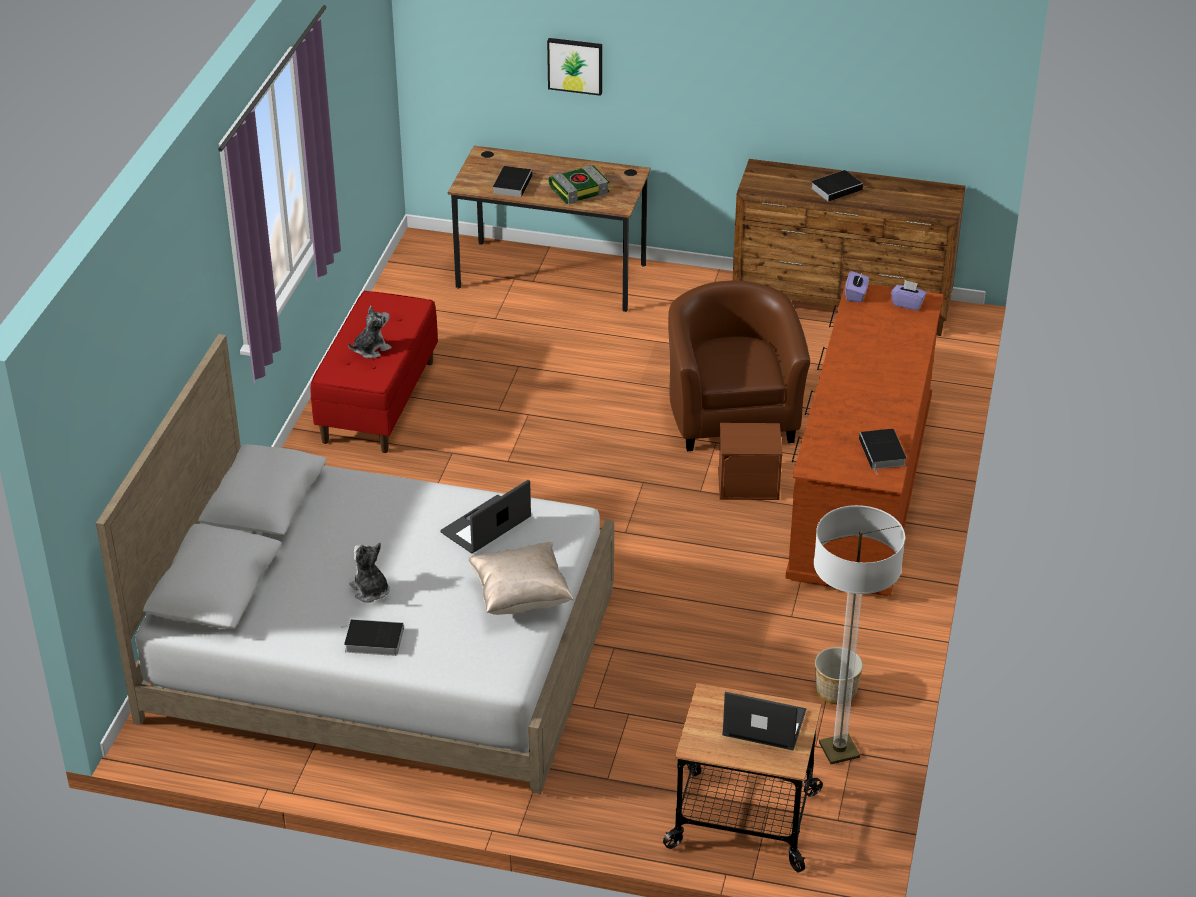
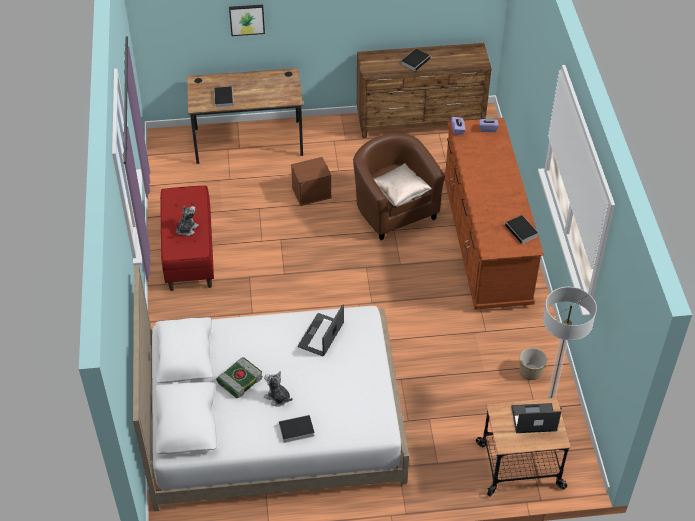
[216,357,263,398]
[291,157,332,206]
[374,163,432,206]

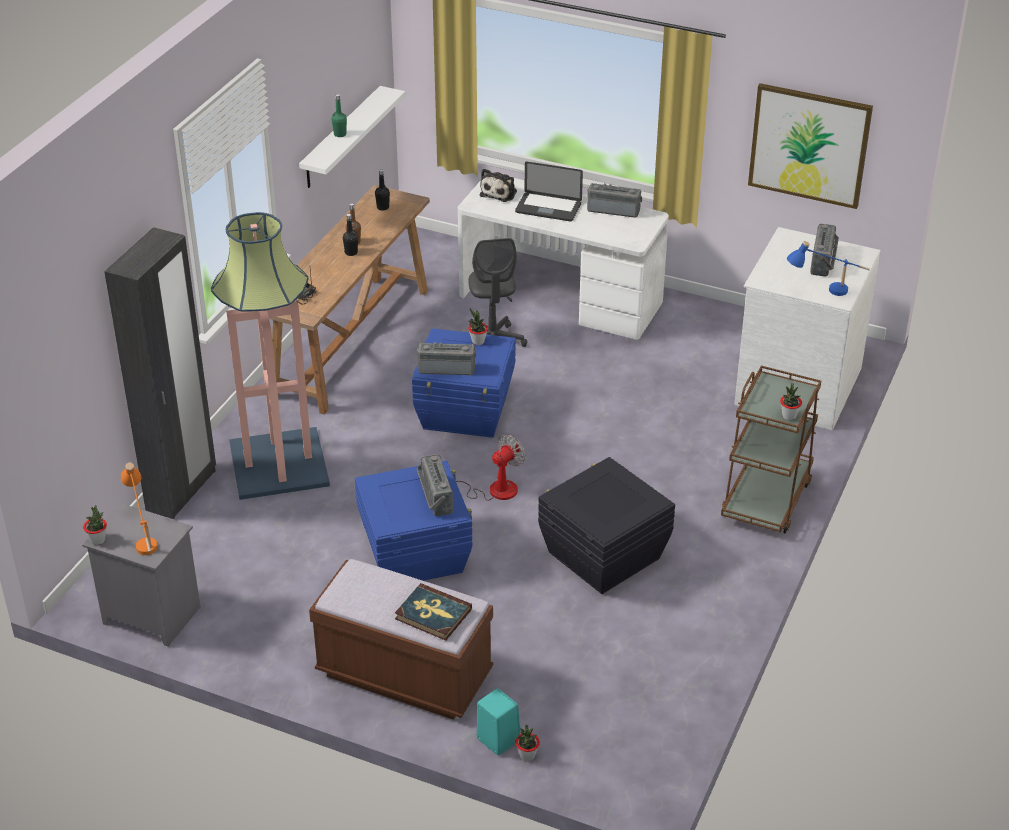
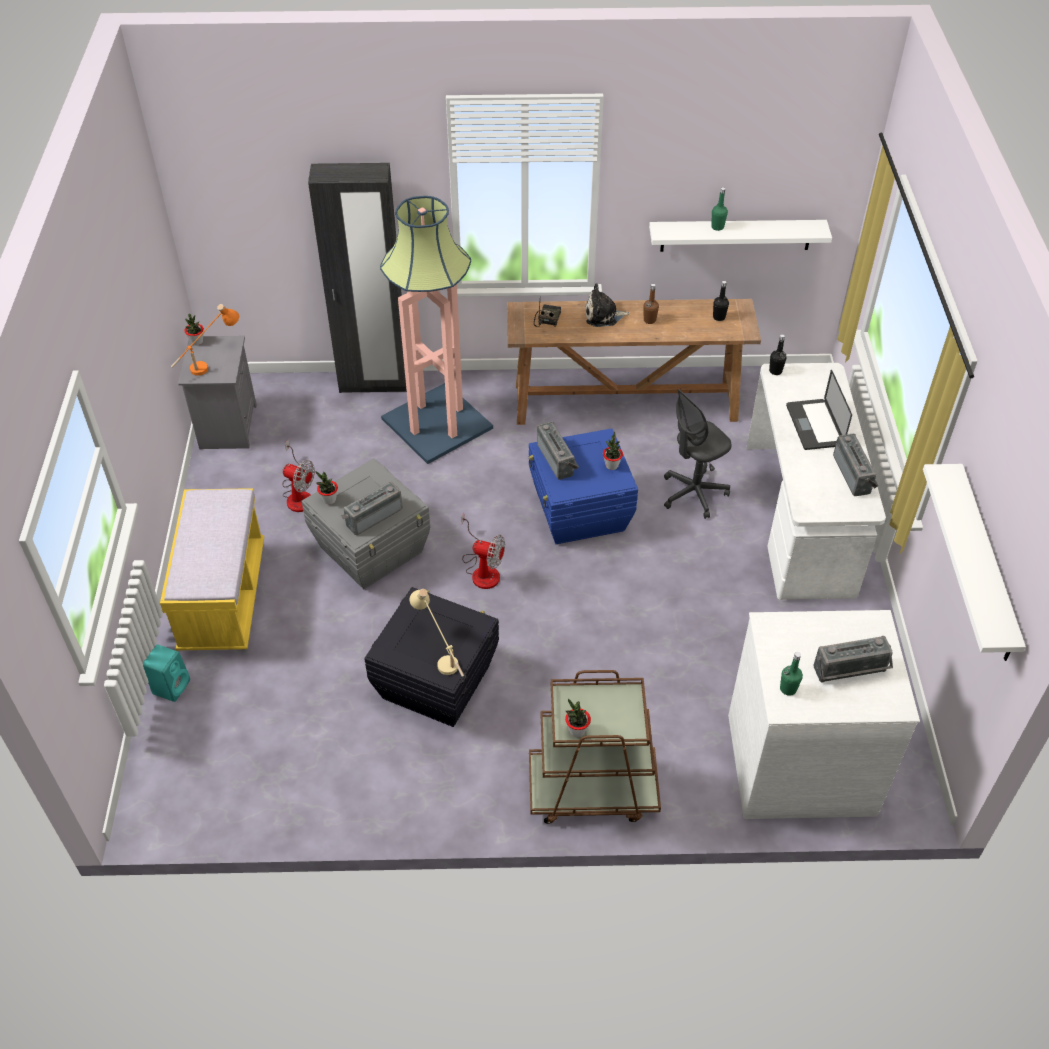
[160,488,264,651]
[282,440,315,512]
[301,458,430,589]
[316,471,338,504]
[409,589,464,677]
[586,284,630,327]
[769,334,786,375]
[780,652,803,696]
[923,464,1026,661]
[395,583,472,640] (first image)

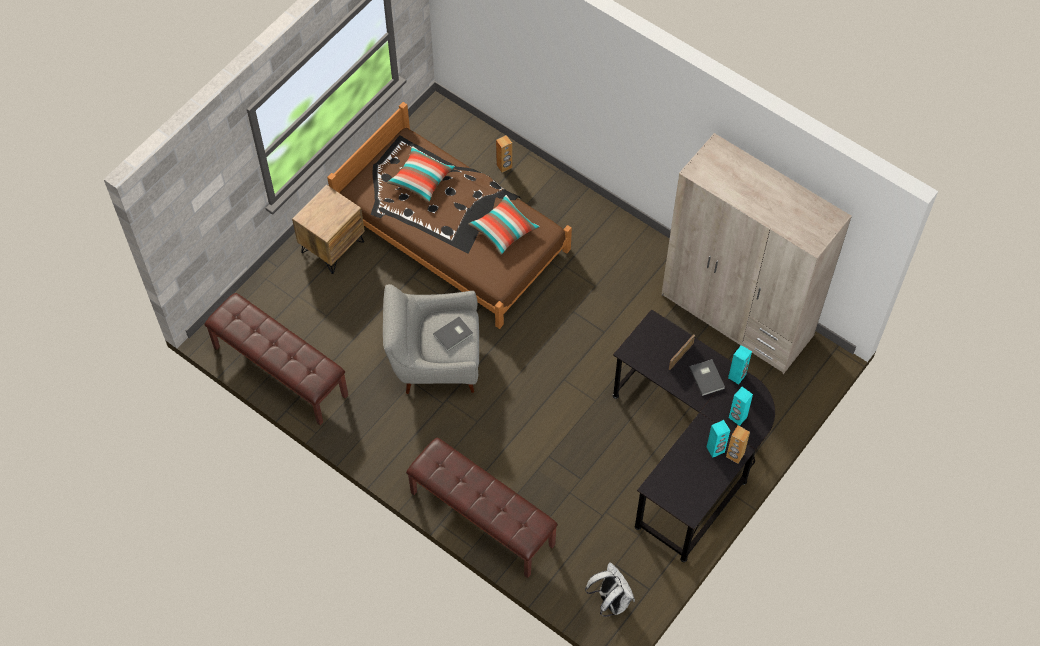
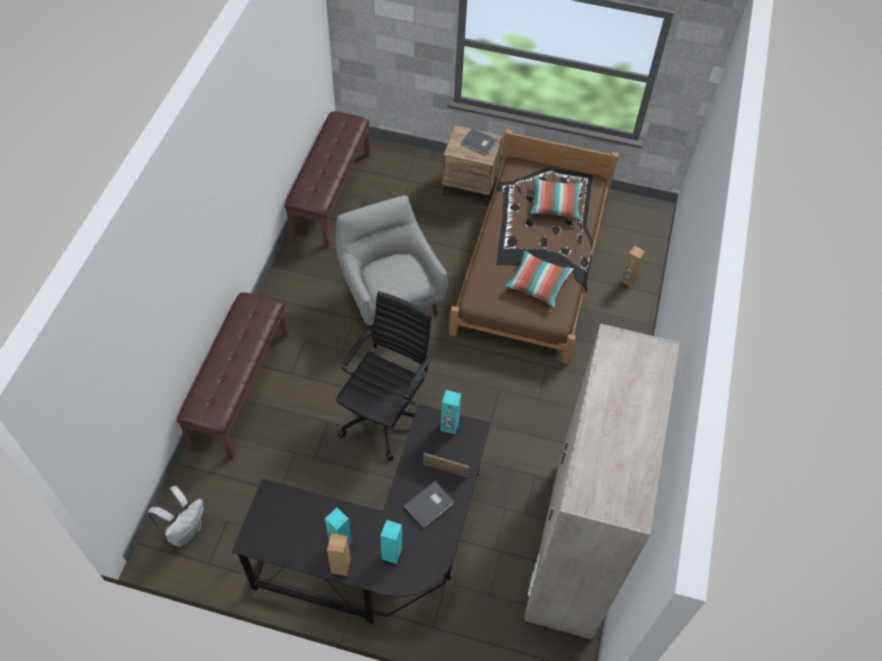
[336,291,432,461]
[440,390,461,434]
[461,129,498,155]

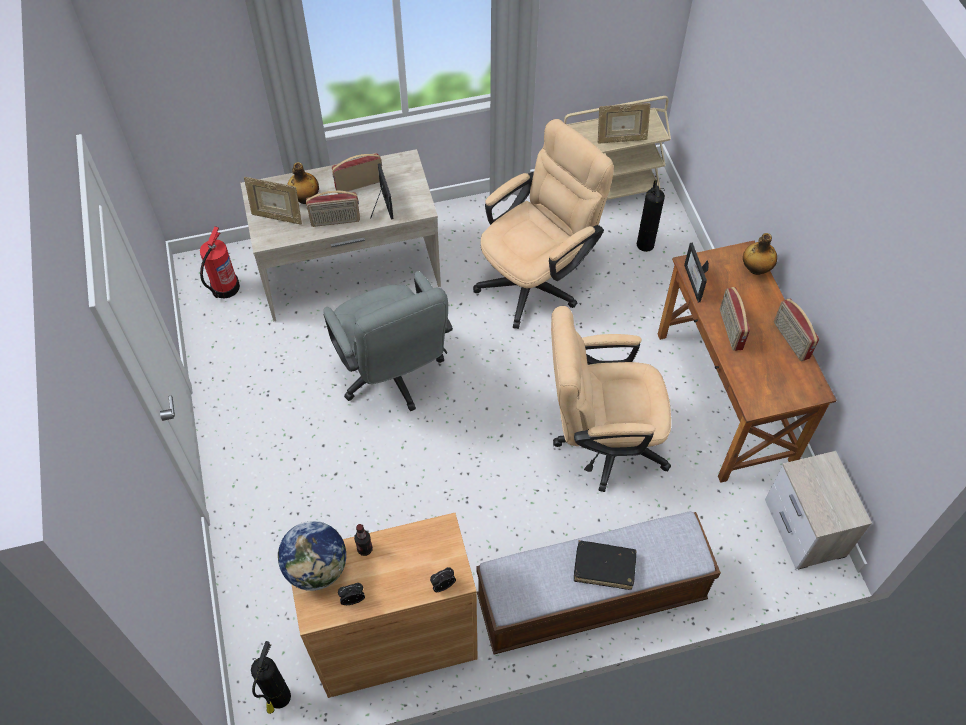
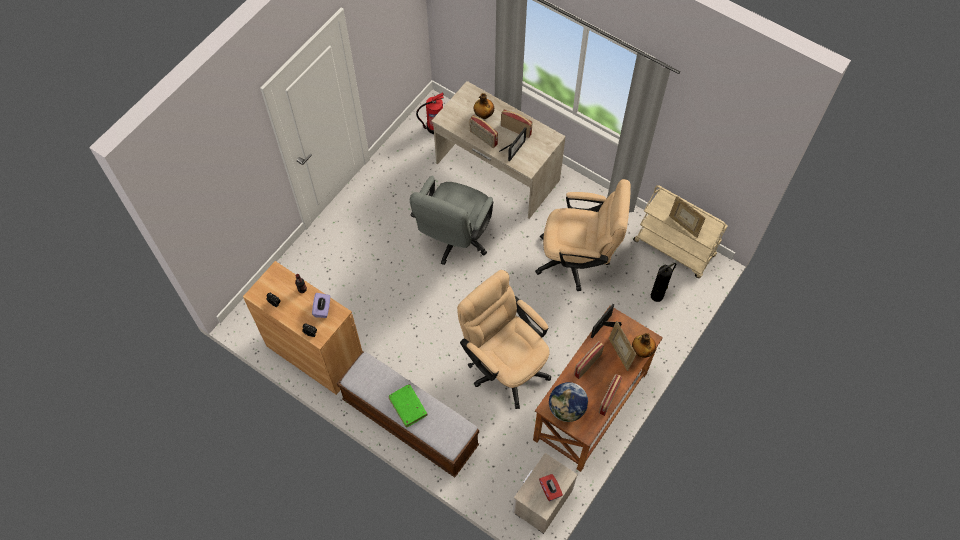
[312,293,330,318]
[389,384,428,428]
[539,474,563,501]
[549,382,588,422]
[609,321,636,371]
[251,641,291,714] (first image)

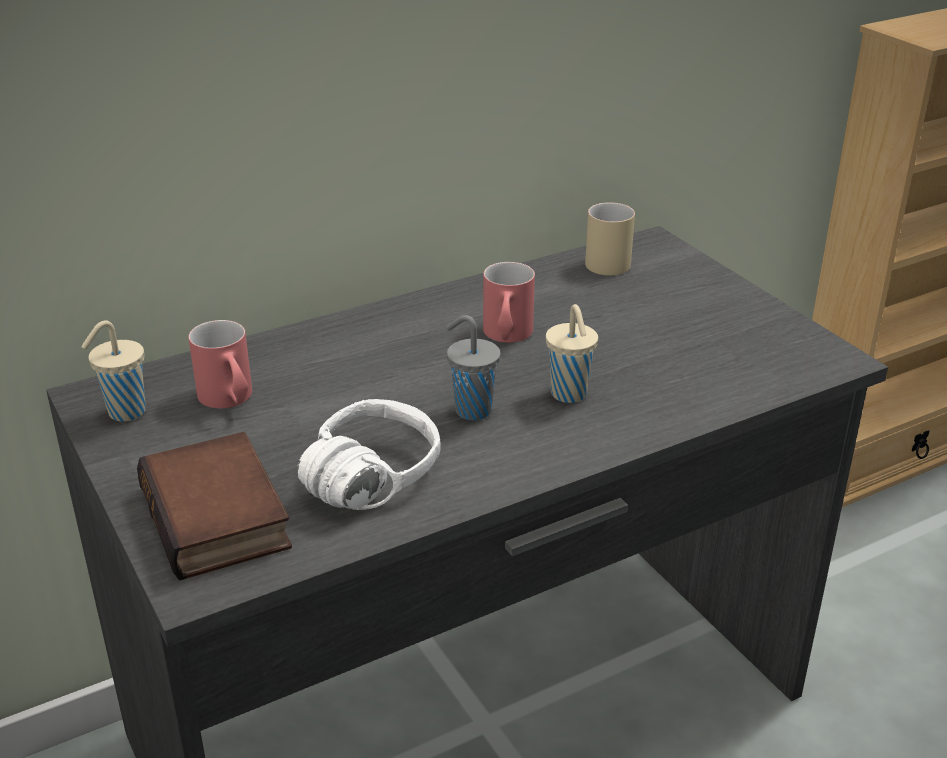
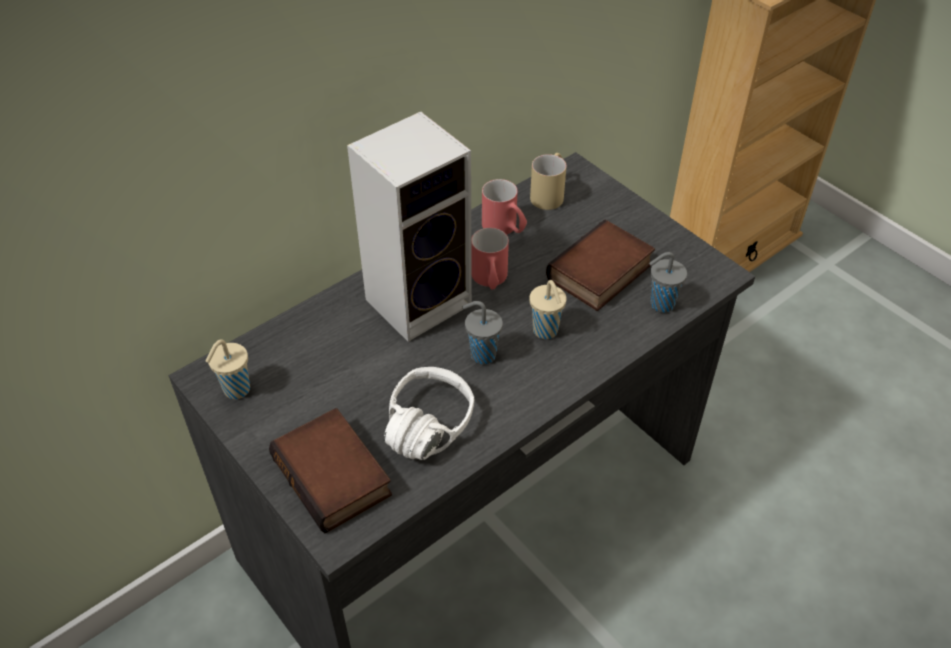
[347,112,472,342]
[482,179,527,235]
[546,220,655,311]
[649,252,687,313]

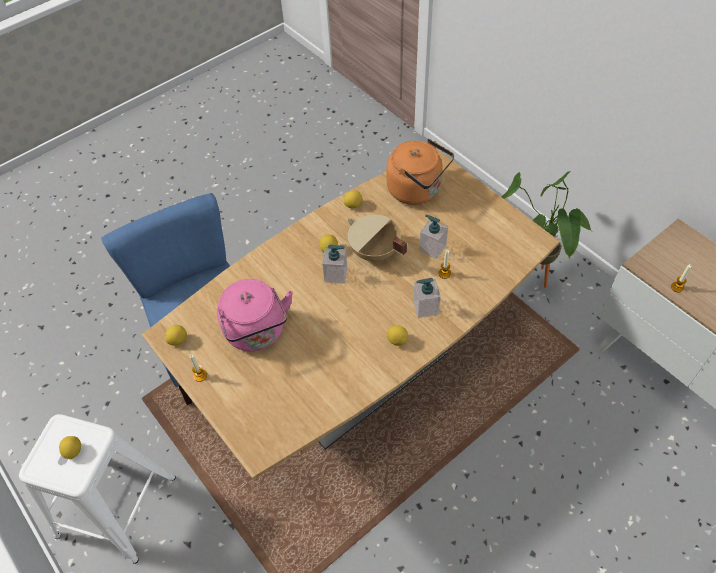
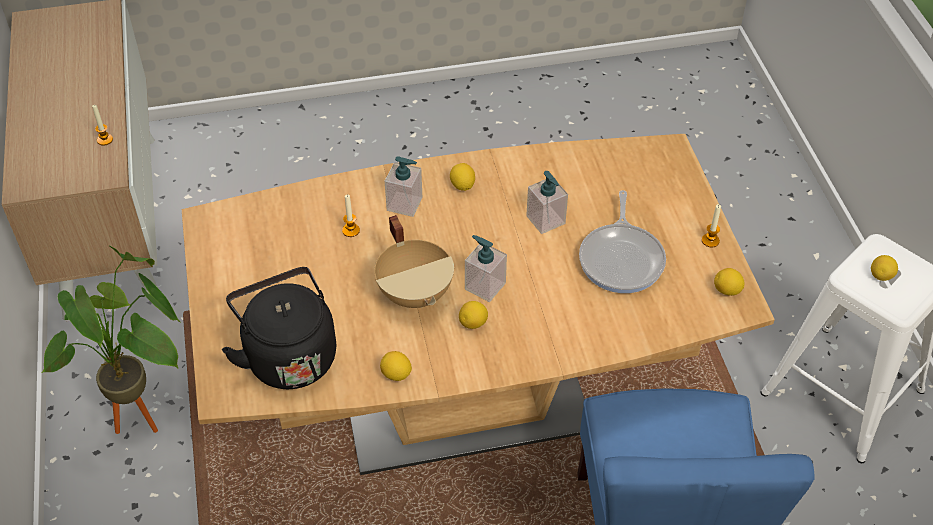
[222,267,336,389]
[526,171,568,234]
[579,190,666,293]

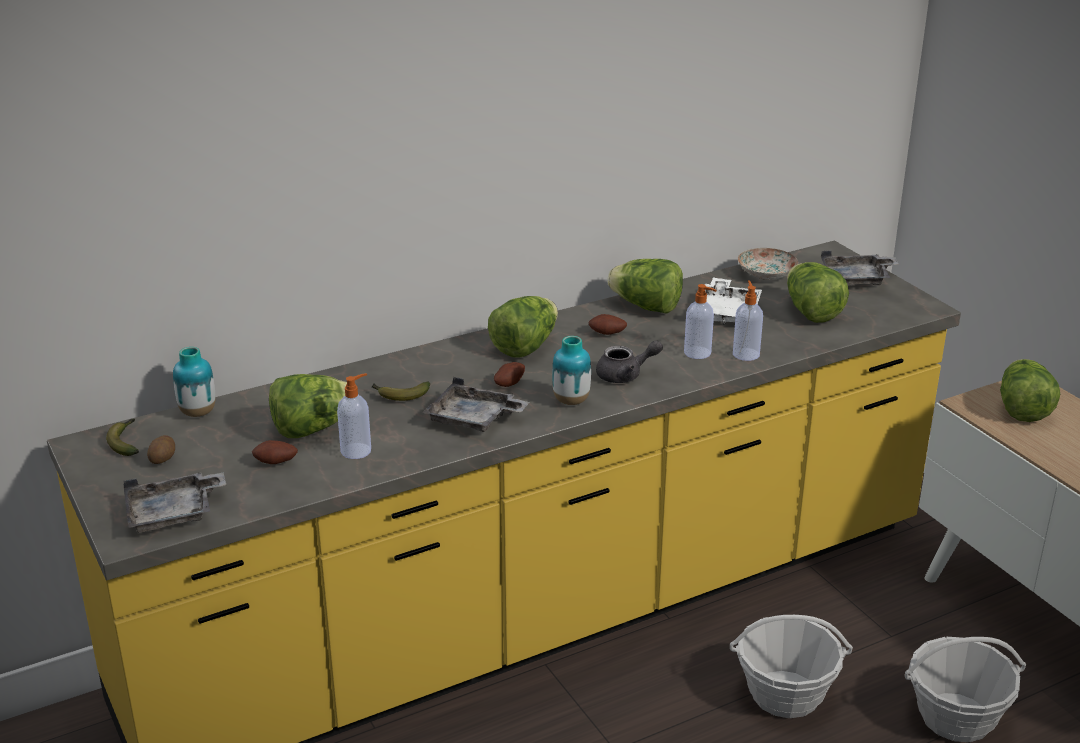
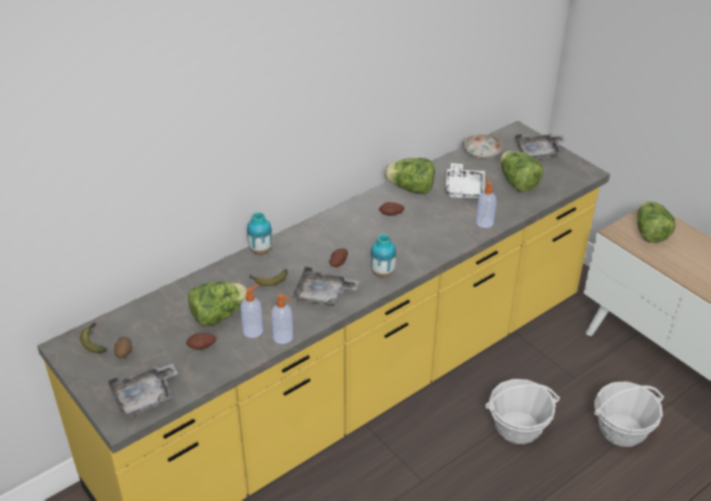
[247,212,272,255]
[271,294,293,344]
[488,296,558,358] (first image)
[596,340,663,383] (first image)

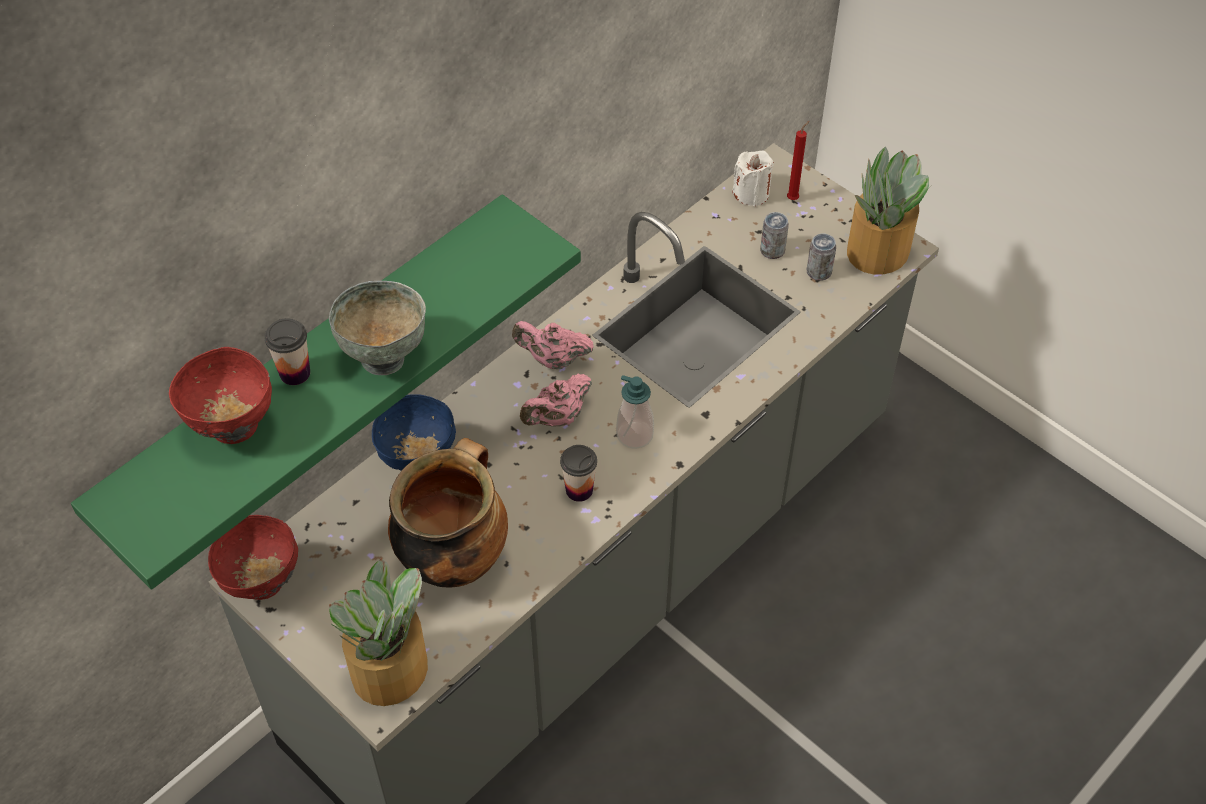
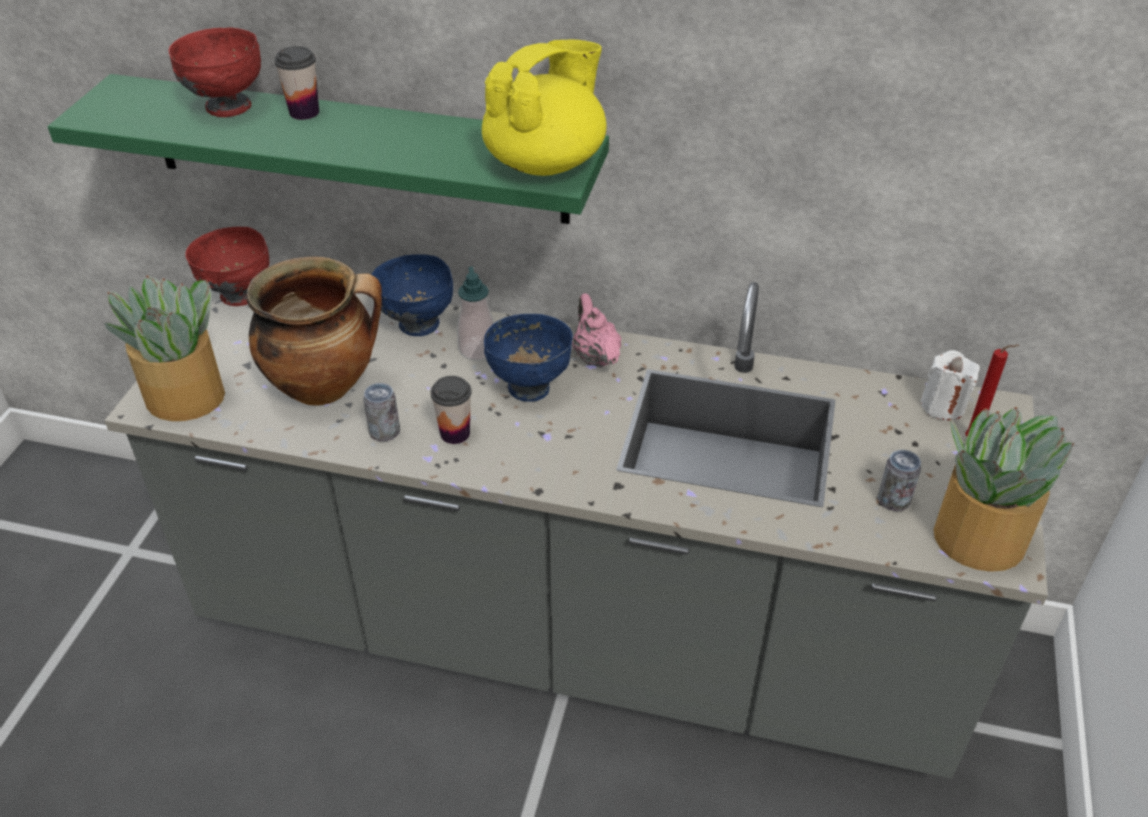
[363,383,400,441]
[457,267,495,361]
[482,39,607,176]
[484,314,573,402]
[329,281,426,375] (first image)

